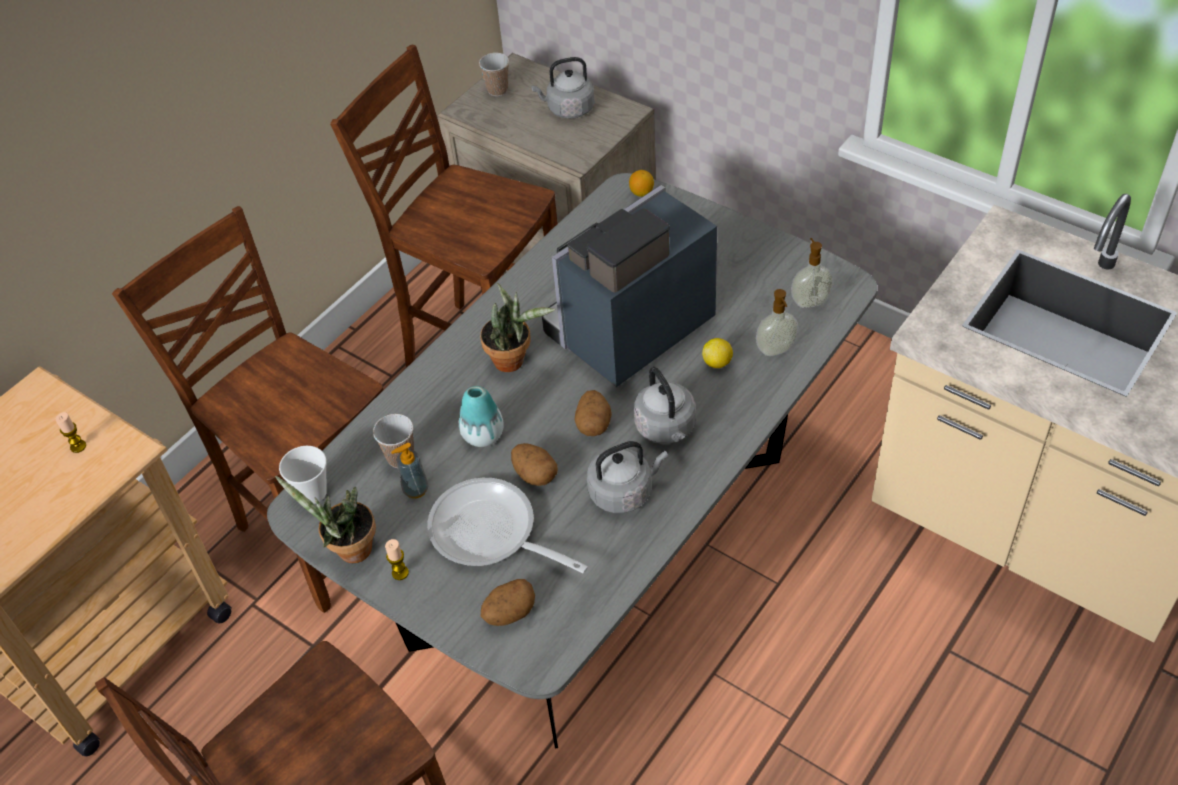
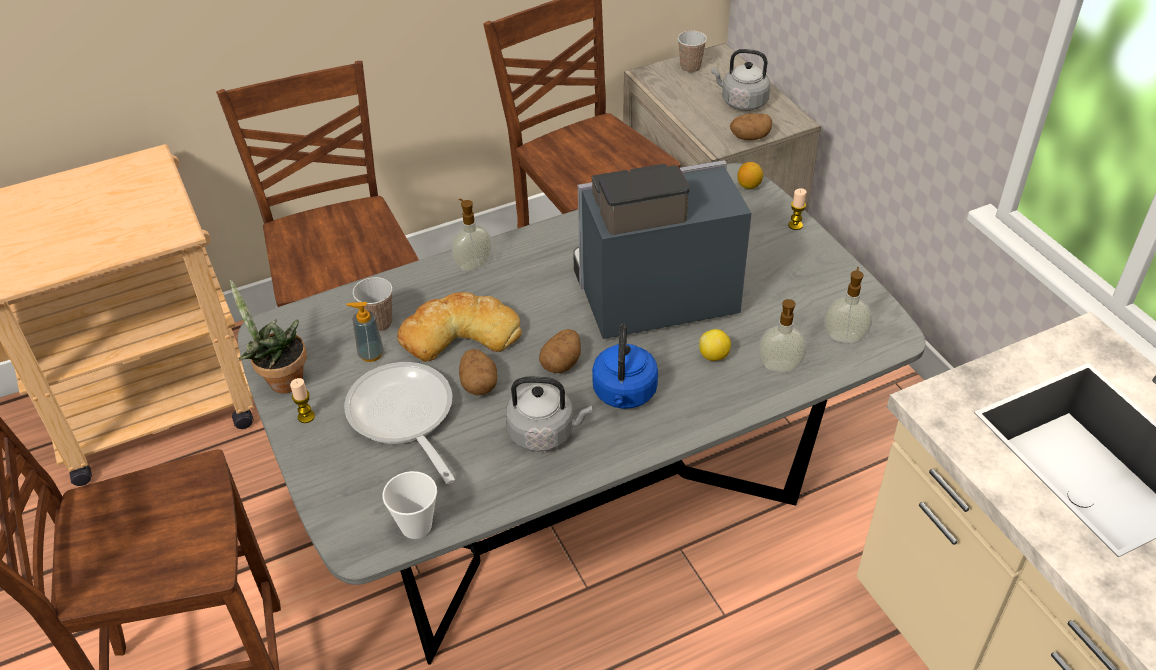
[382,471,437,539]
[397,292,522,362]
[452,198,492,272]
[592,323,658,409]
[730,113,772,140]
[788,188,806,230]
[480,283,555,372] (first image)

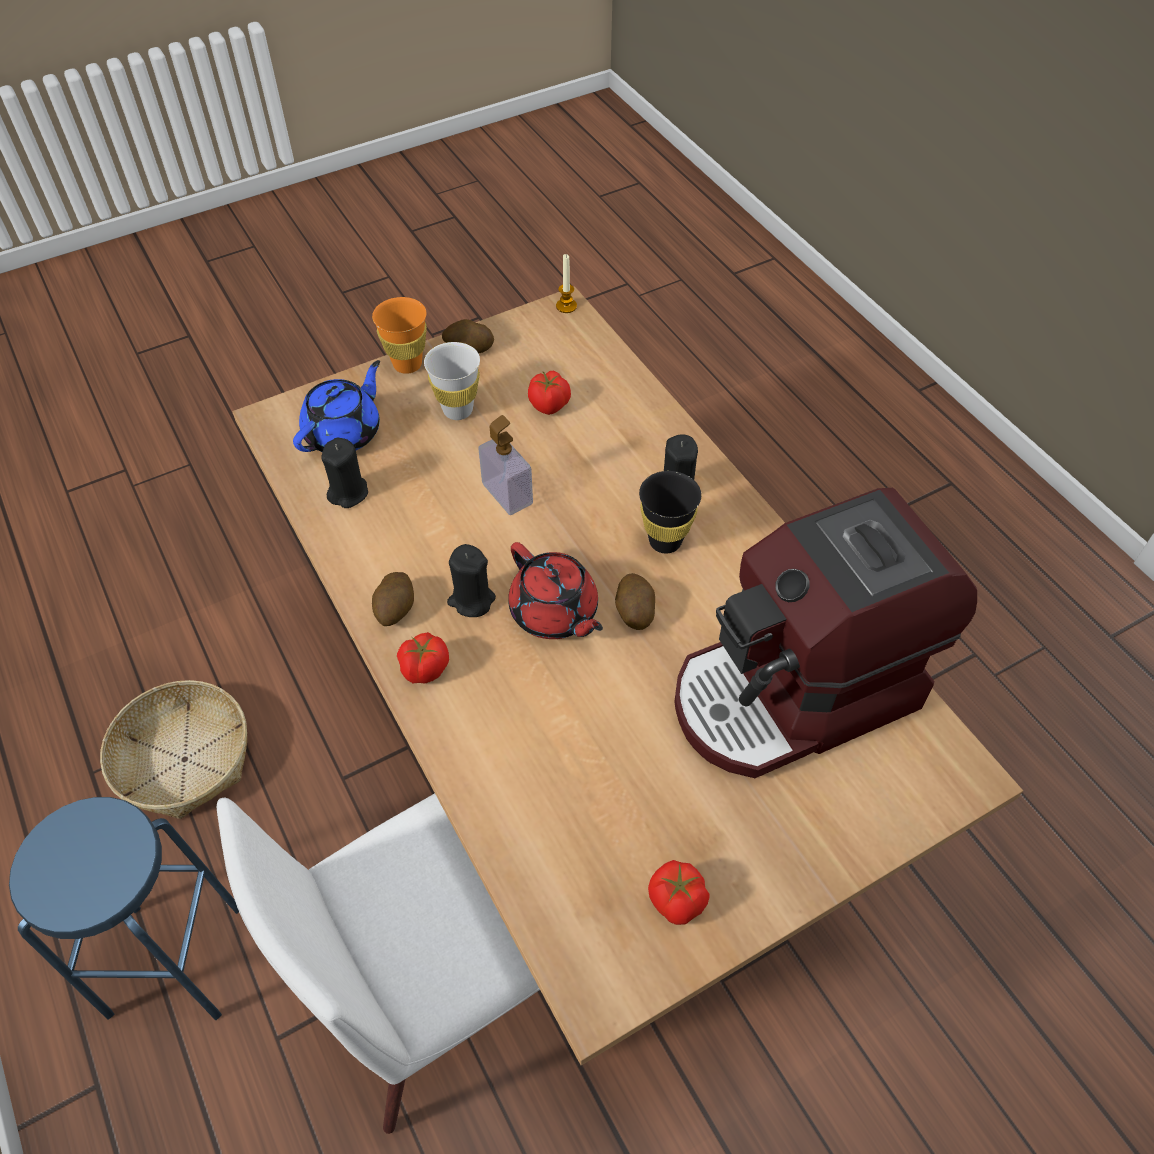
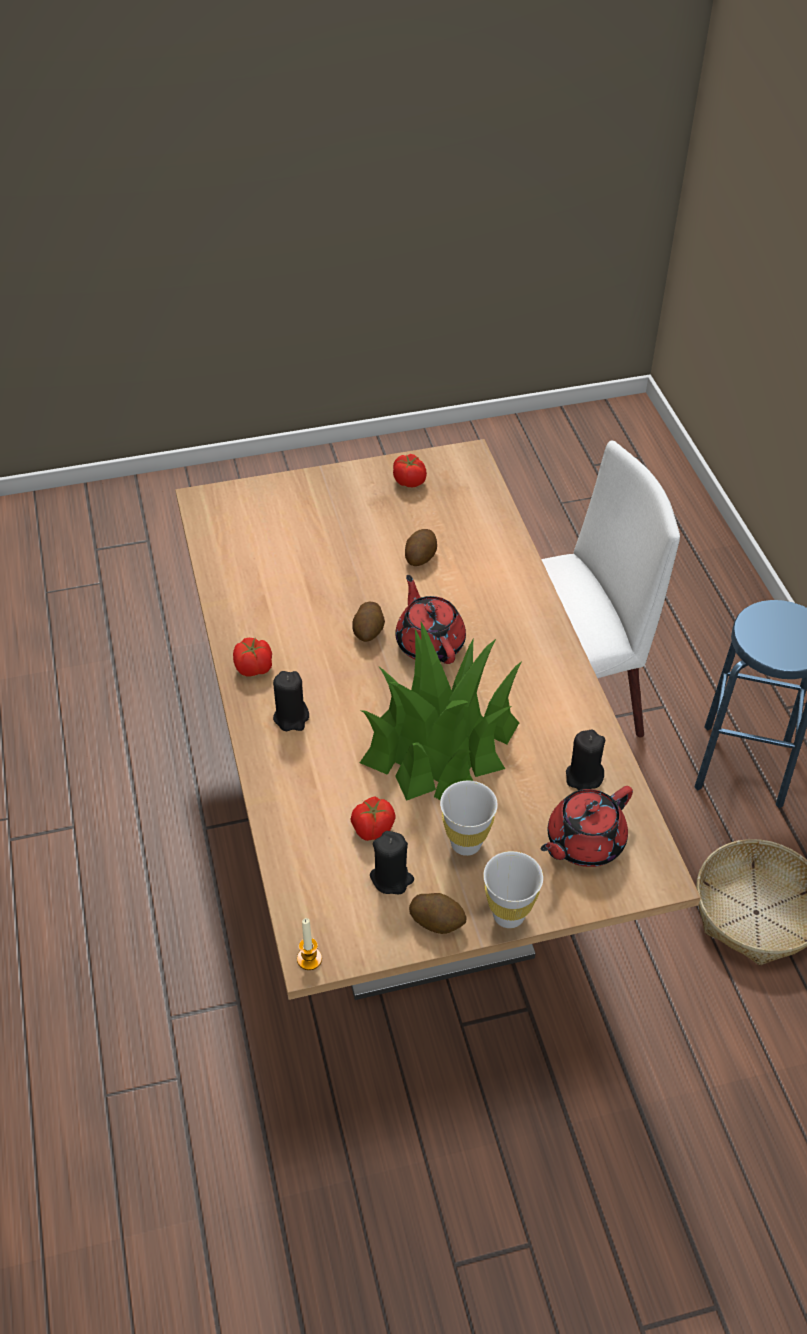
[233,637,272,676]
[360,622,522,801]
[370,831,414,894]
[405,529,437,566]
[483,851,543,928]
[541,786,633,867]
[639,471,701,553] (first image)
[674,488,977,778] (first image)

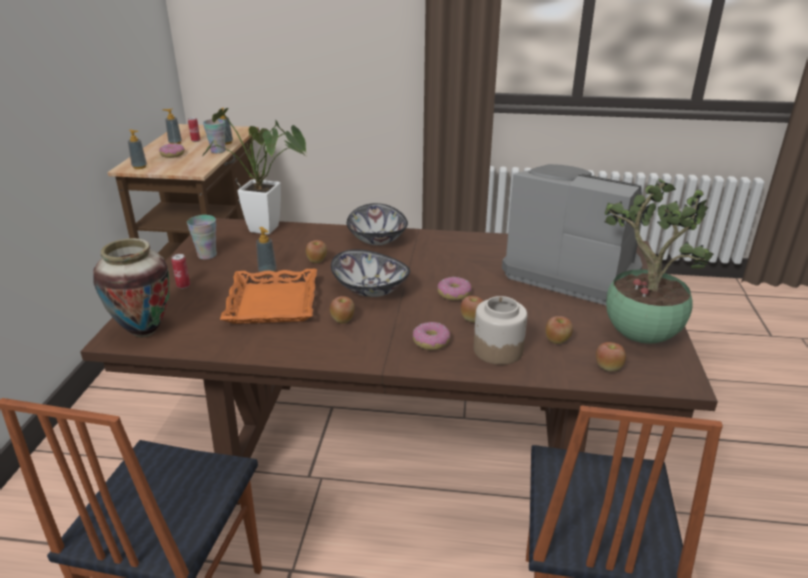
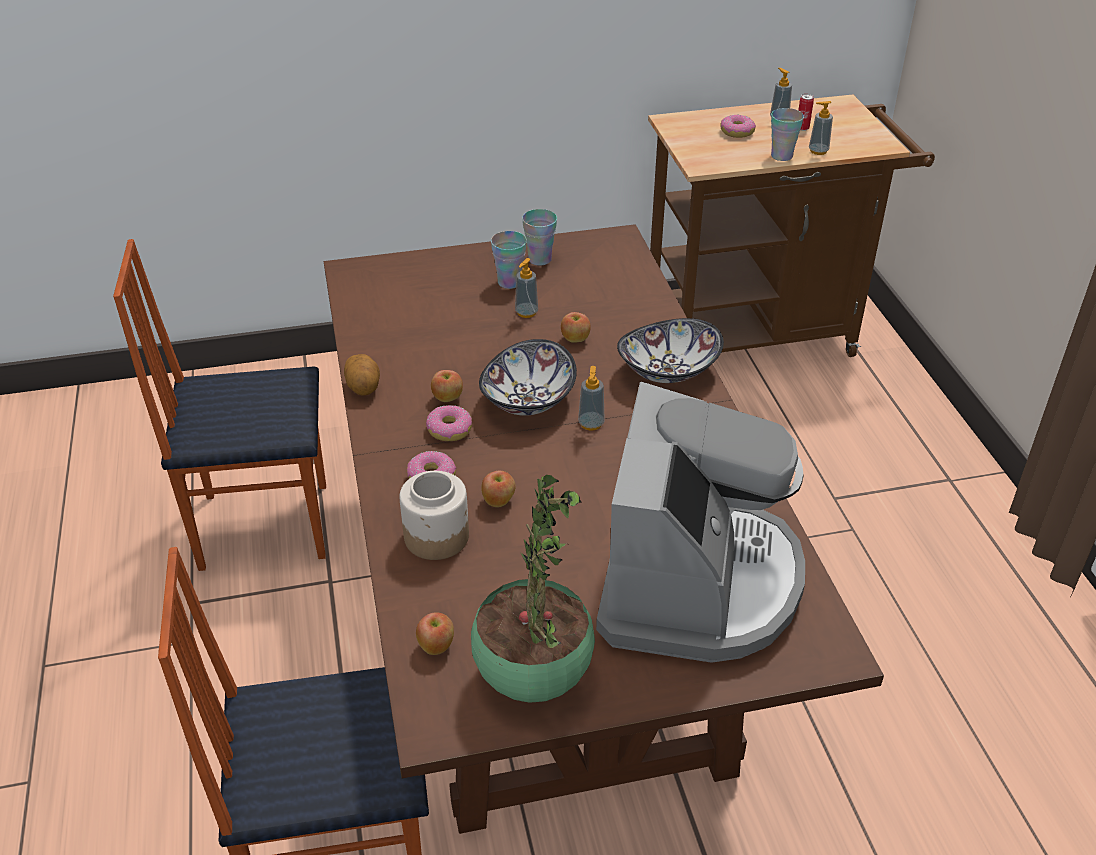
[344,354,380,396]
[426,405,472,441]
[491,231,527,289]
[578,366,605,431]
[93,238,169,338] (first image)
[171,254,190,289] (first image)
[202,108,307,234] (first image)
[220,269,317,324] (first image)
[546,316,573,344] (first image)

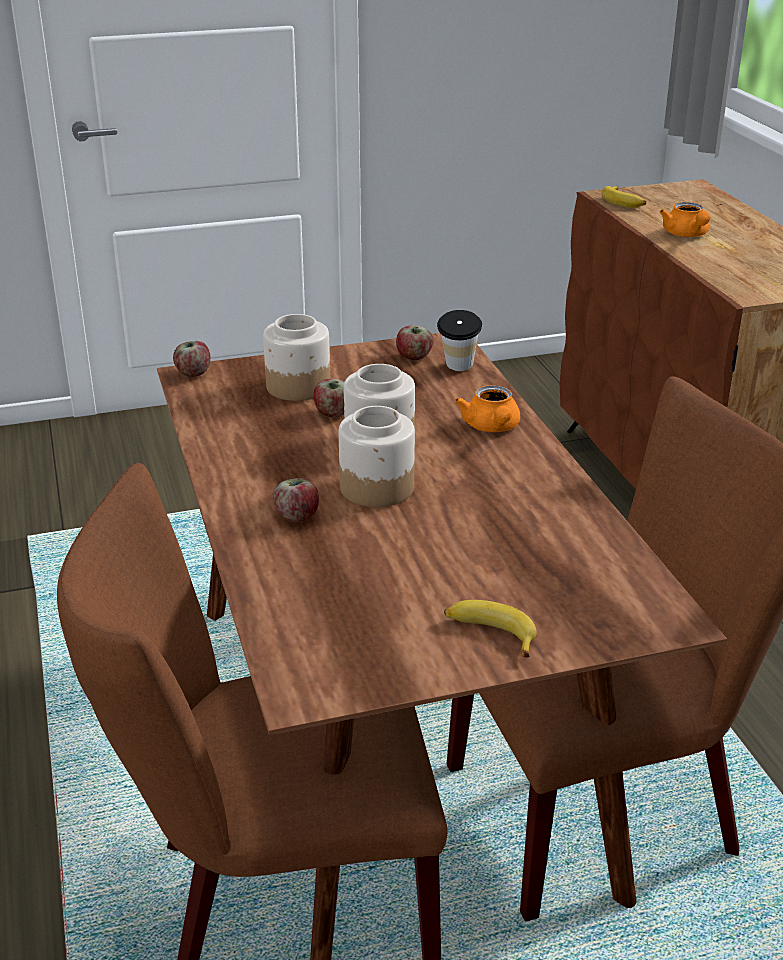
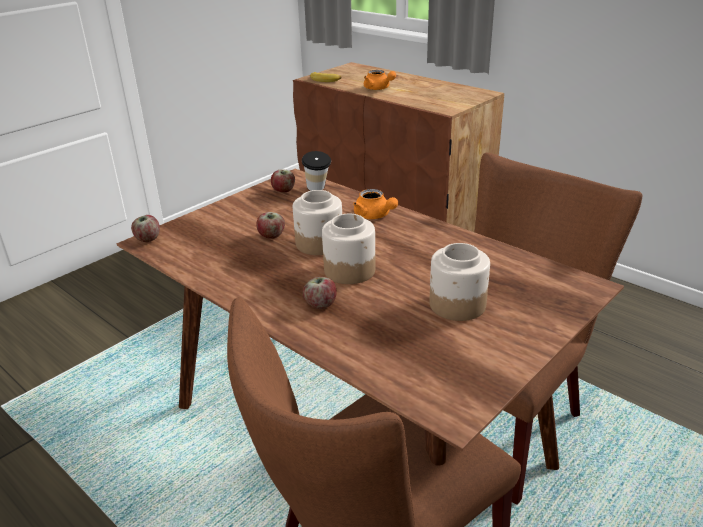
[430,243,490,321]
[444,600,537,658] (first image)

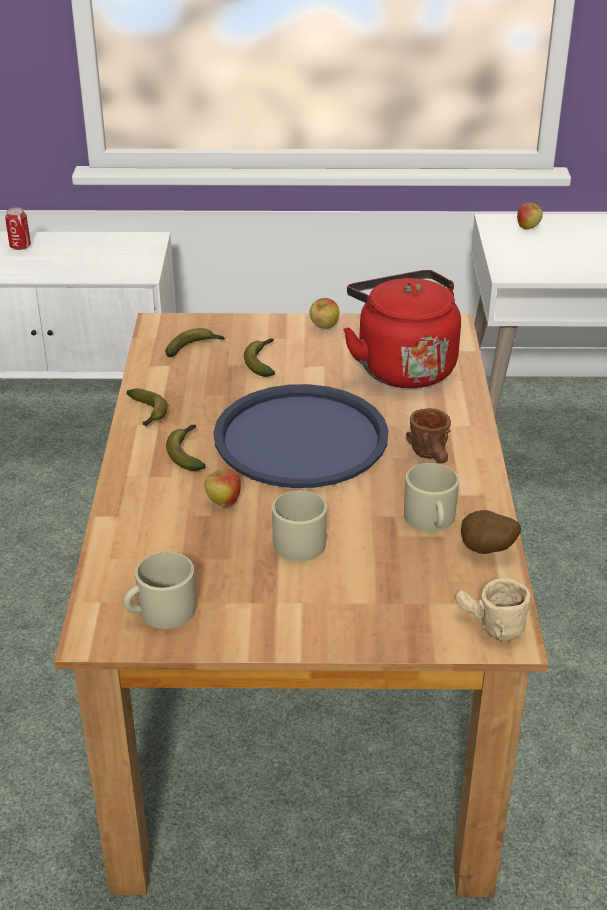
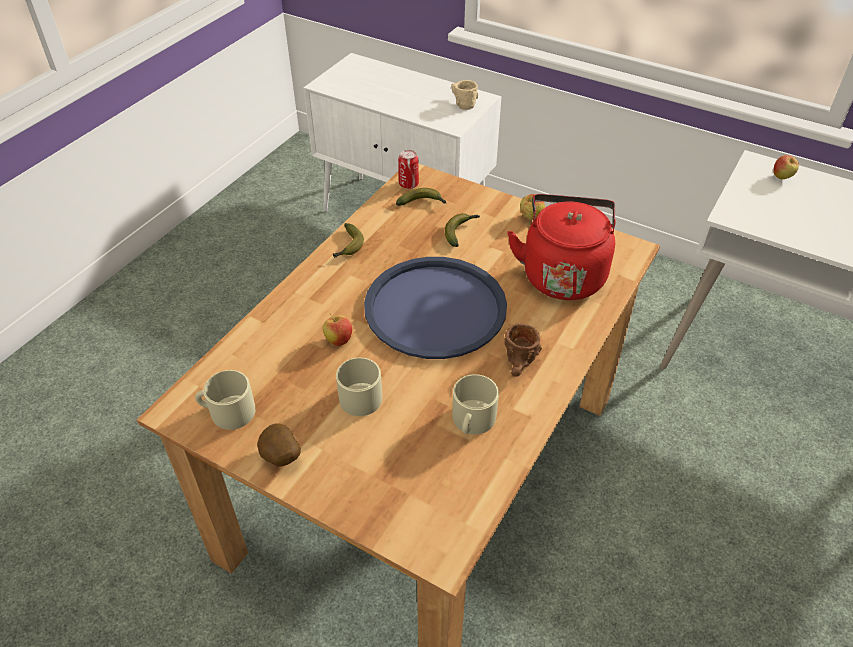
[257,424,301,466]
[398,149,419,189]
[451,80,478,110]
[166,425,205,471] (first image)

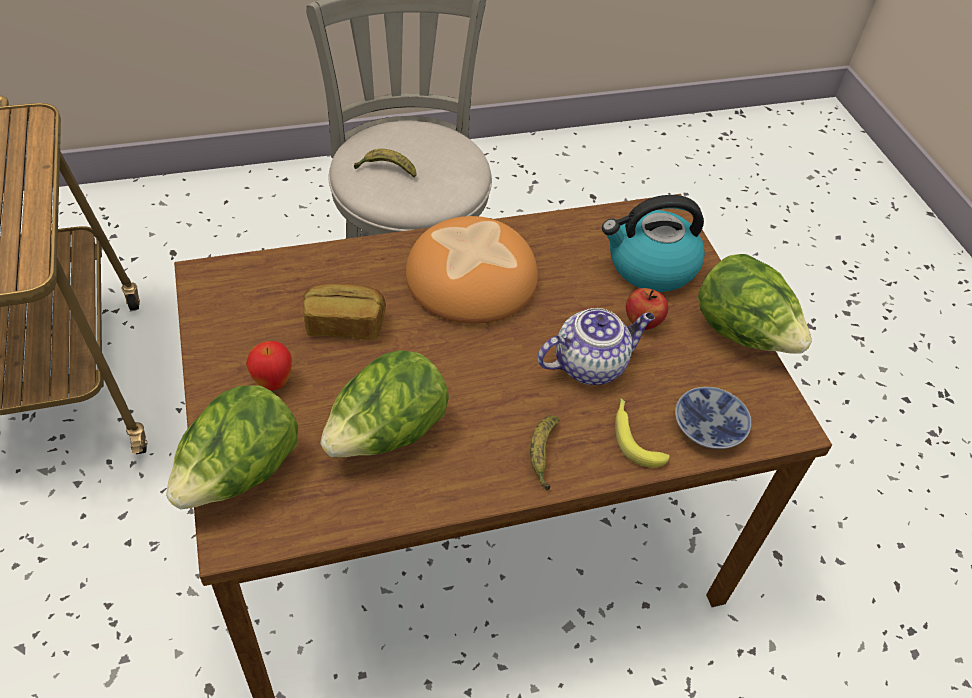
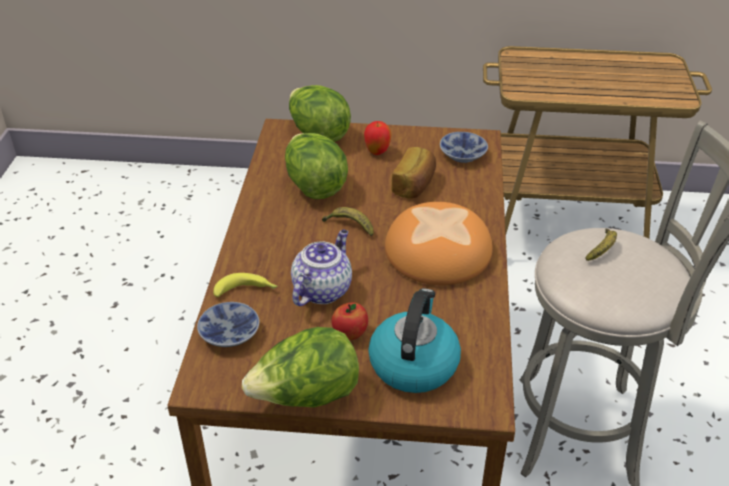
[291,230,352,306]
[322,207,373,237]
[440,132,488,163]

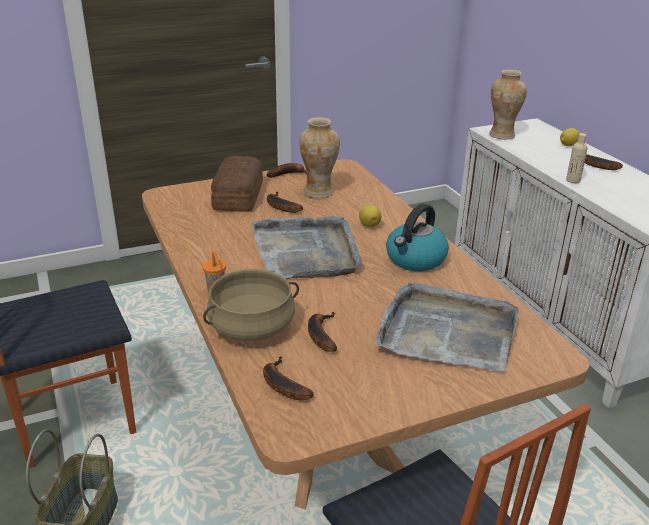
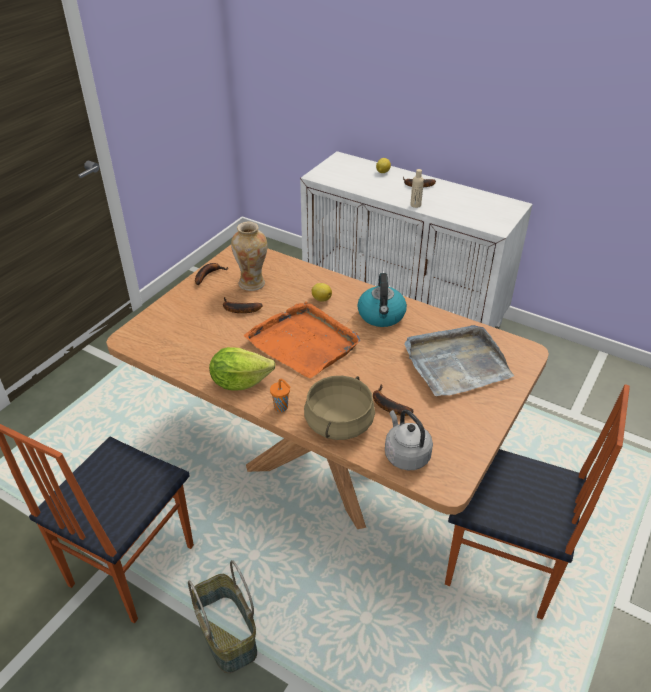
[209,347,276,390]
[244,301,360,378]
[385,409,433,470]
[211,156,263,212] (first image)
[489,69,527,140] (first image)

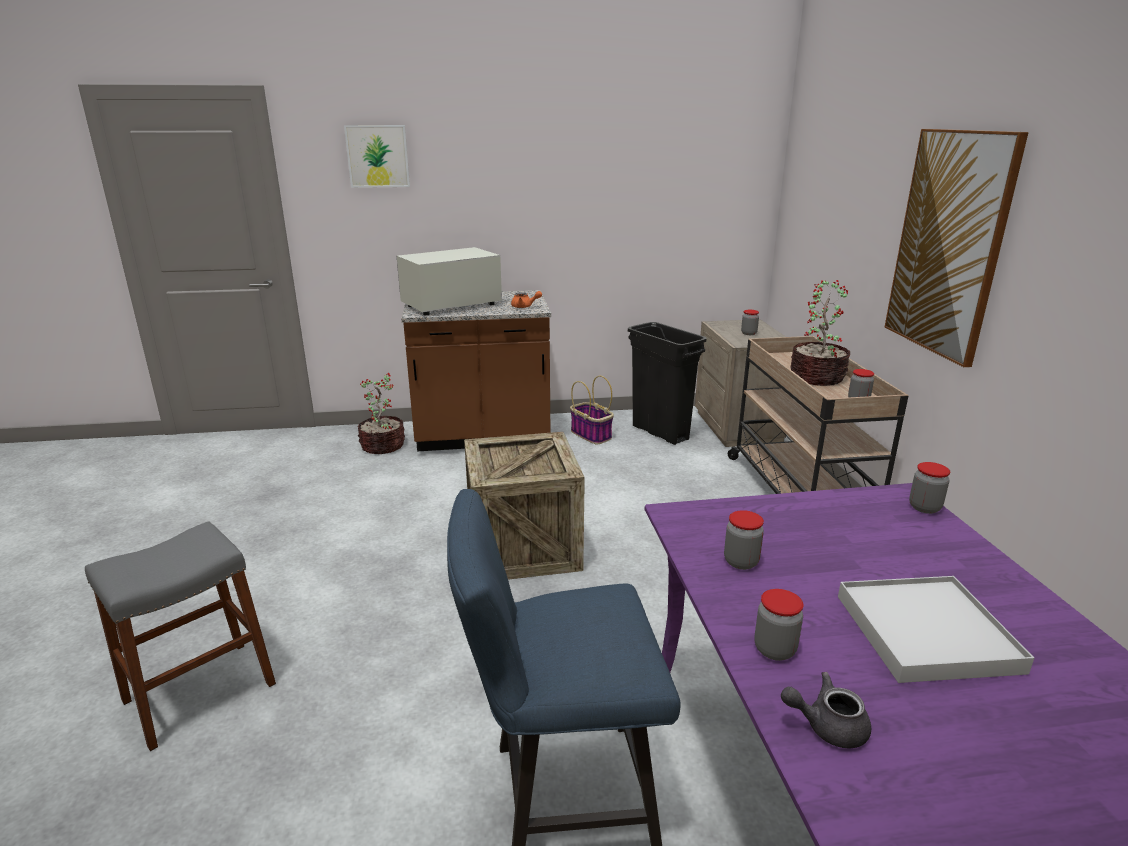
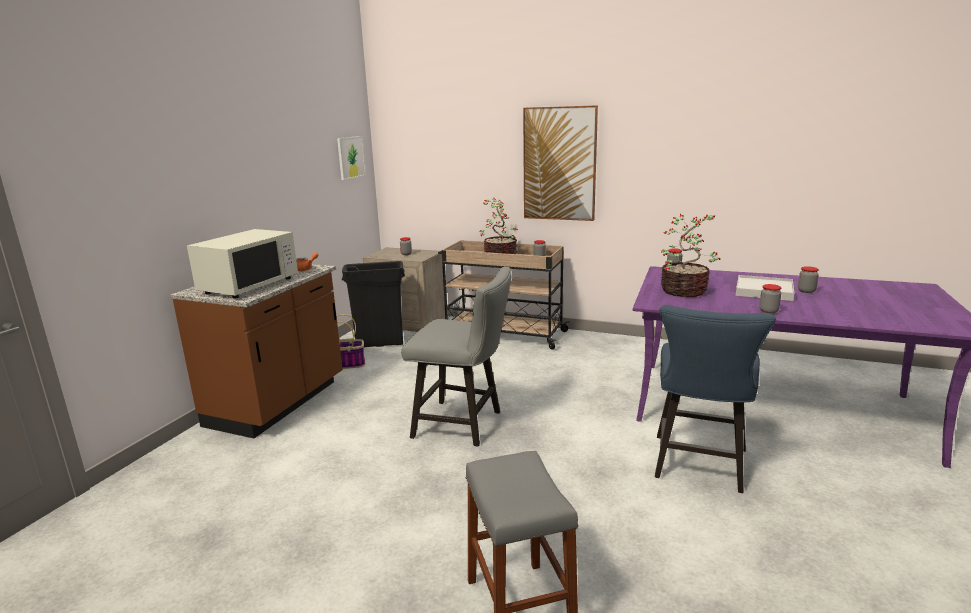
[187,229,298,299]
[337,136,366,180]
[401,267,511,447]
[661,214,721,297]
[798,266,819,293]
[781,672,871,748] (first image)

